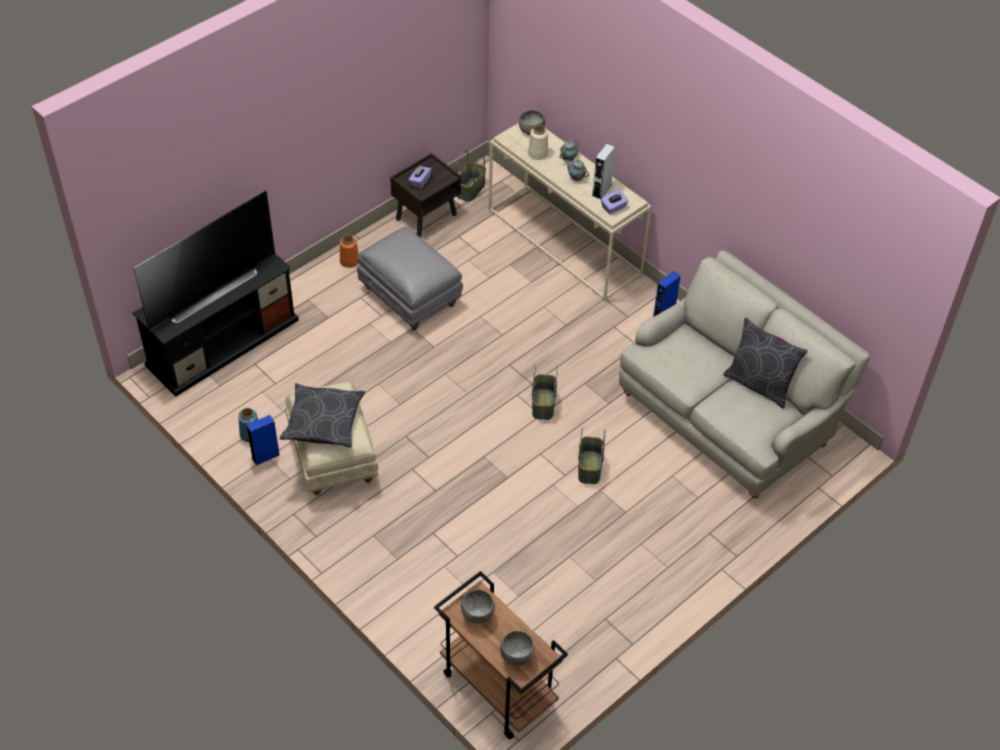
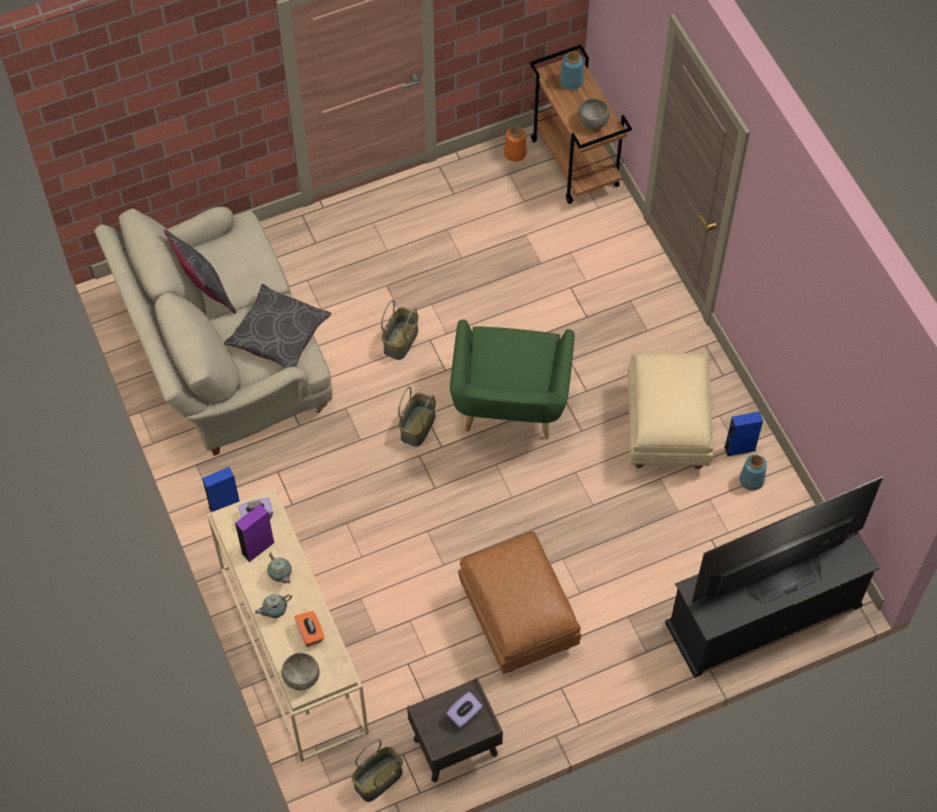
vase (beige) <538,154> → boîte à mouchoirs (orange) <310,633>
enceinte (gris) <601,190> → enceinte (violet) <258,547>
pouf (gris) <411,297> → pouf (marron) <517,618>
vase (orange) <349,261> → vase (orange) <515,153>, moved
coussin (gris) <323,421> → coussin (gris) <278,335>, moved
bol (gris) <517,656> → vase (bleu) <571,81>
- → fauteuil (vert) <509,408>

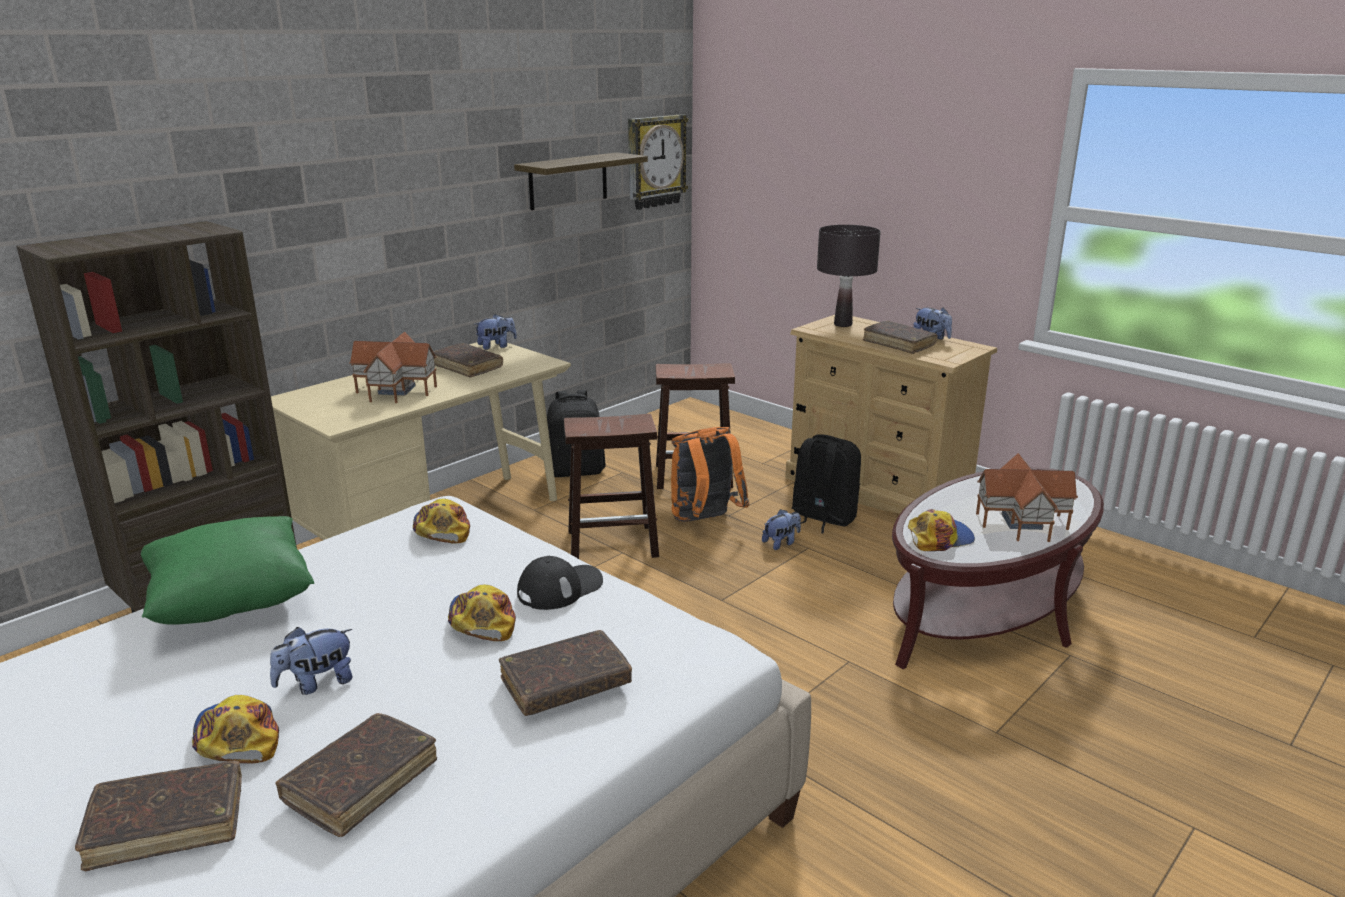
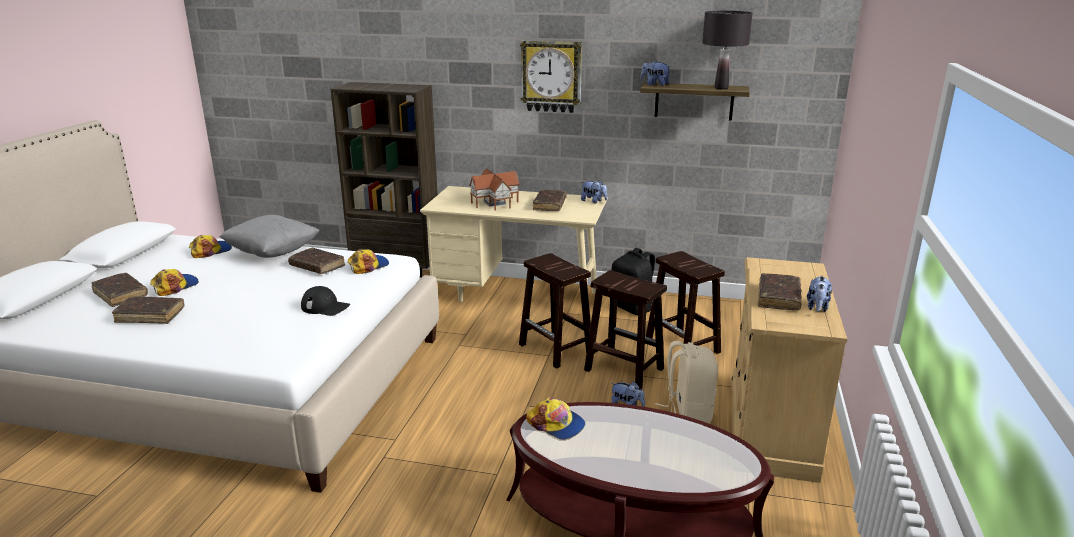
horloge murale <655,161> → horloge murale <551,76>, moved
lampe de table (noir) <843,324> → lampe de table (noir) <721,88>, moved
sac à dos (orange) <704,520> → tabouret (marron) <622,369>
sac à dos (noir) <822,518> → sac à dos (beige) <687,413>
maison miniature <1022,521> → -
coussin (vert) <232,603> → coussin (gris) <272,253>
casquette <482,620> → casquette <210,251>, moved
peluche <316,683> → peluche <654,84>, moved
livre (marron) <565,683> → livre (marron) <317,266>, moved

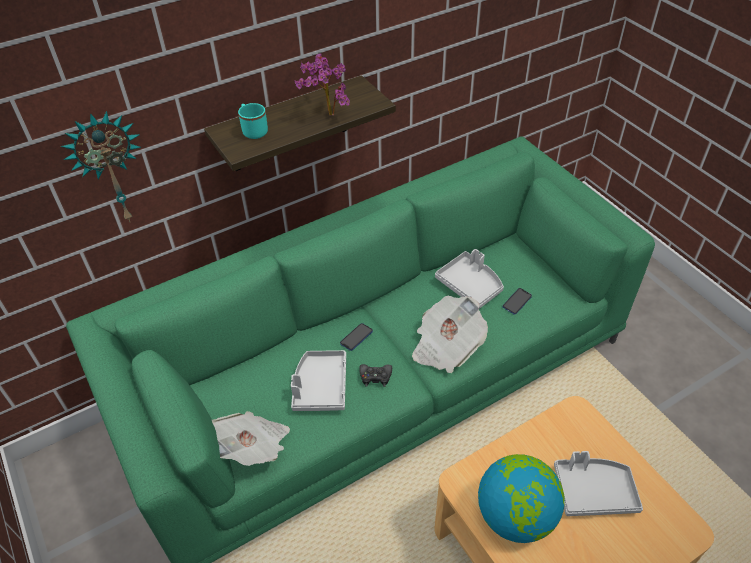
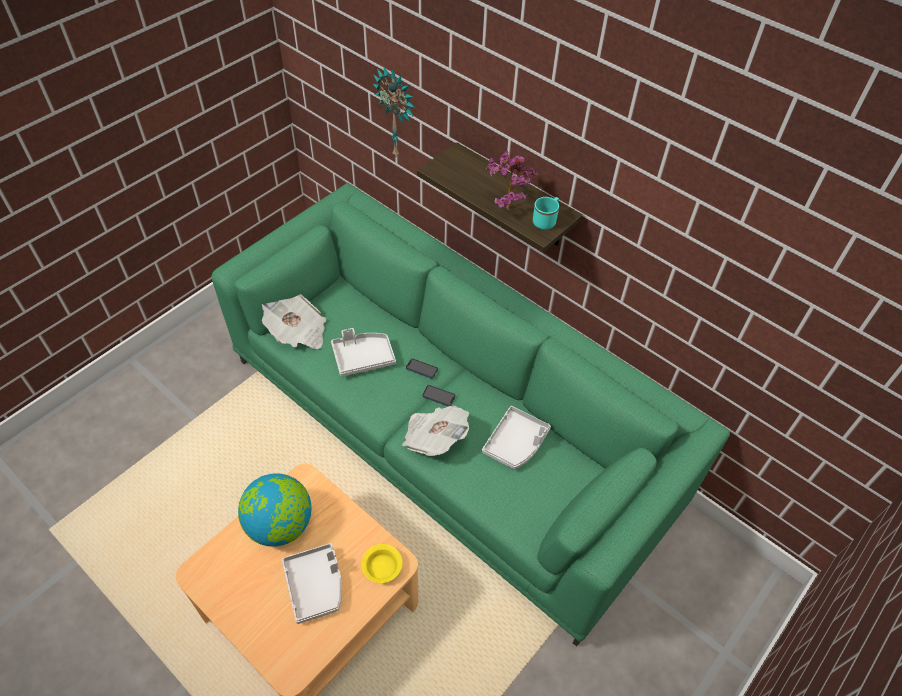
mug (turquoise) <253,130> → mug (turquoise) <546,221>, moved
téléphone <517,302> → téléphone <439,396>, moved
manette (noir) <375,377> → -
- → bol (jaune) <383,568>

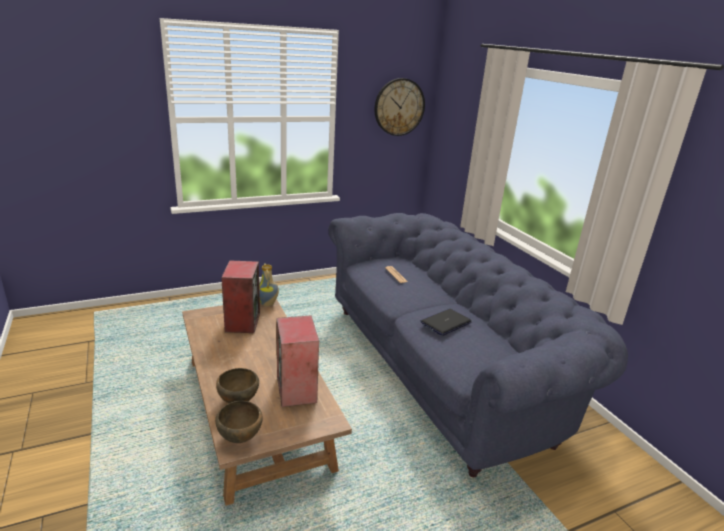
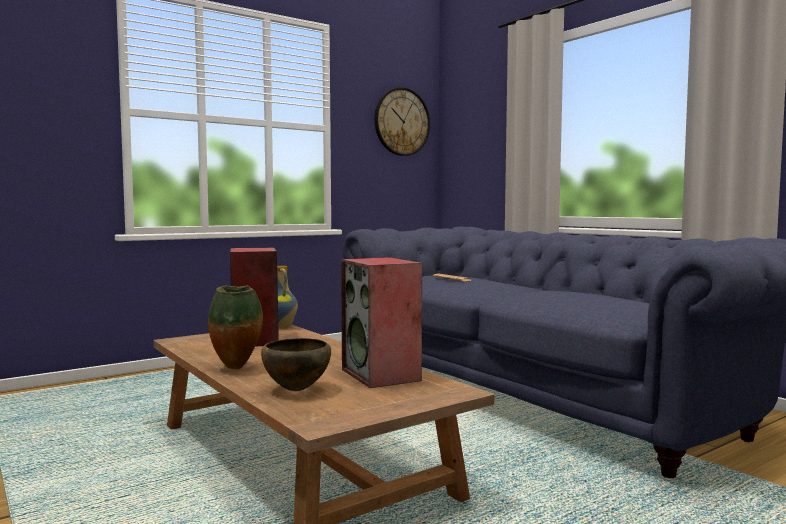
ordinateur portable <446,323> → -
bol (marron) <240,438> → -
- → vase <237,368>

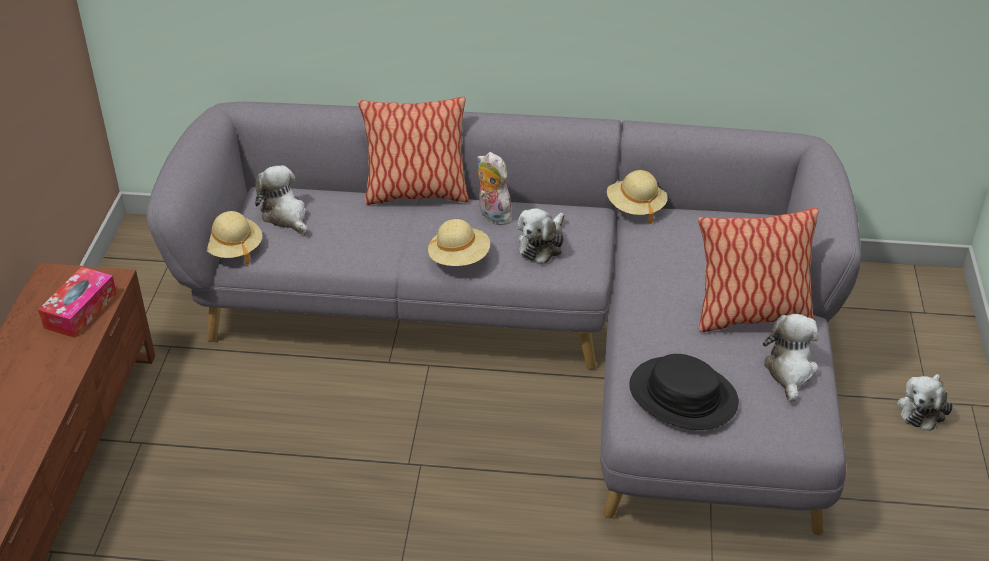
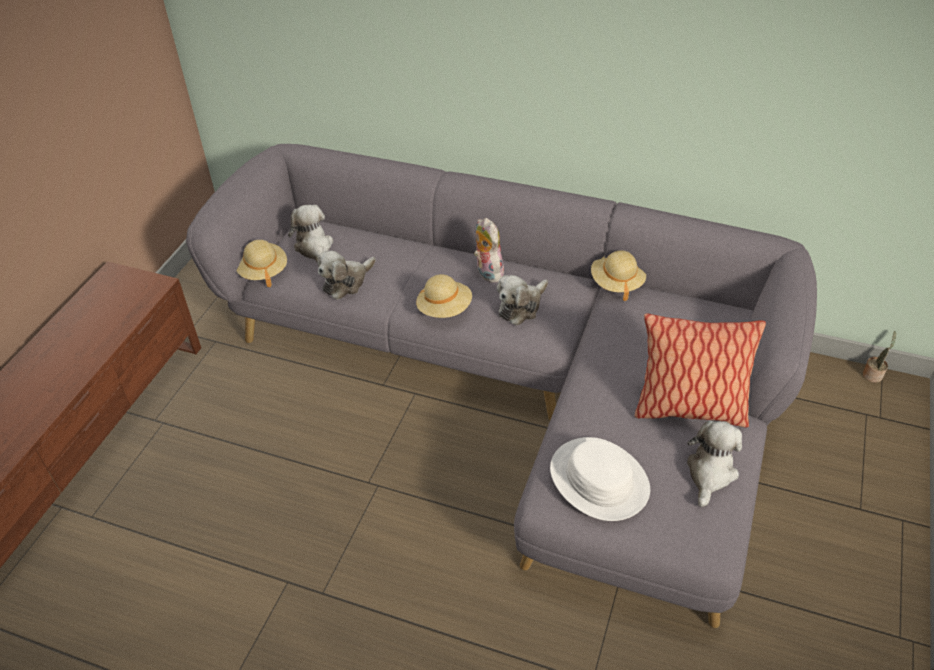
coussin <416,194> → -
boîte à mouchoirs <80,310> → -
chapeau (noir) <683,395> → chapeau (blanc) <598,480>
peluche <922,409> → peluche <346,282>, moved
- → plante en pot <873,374>

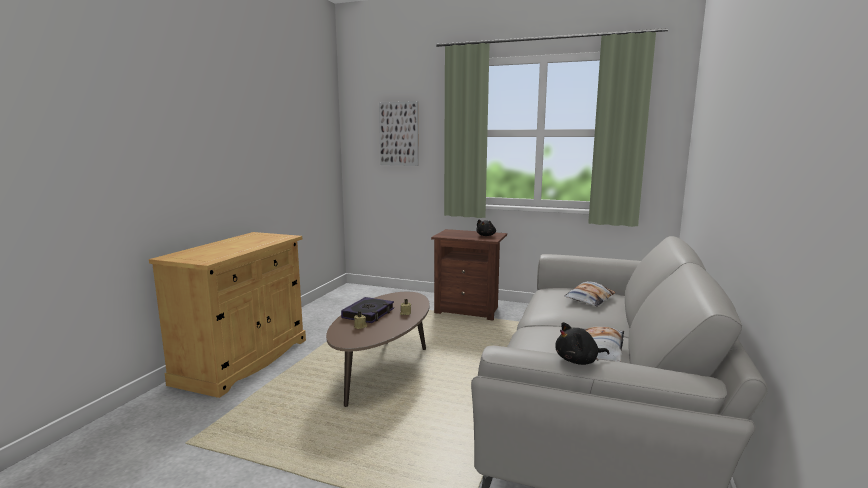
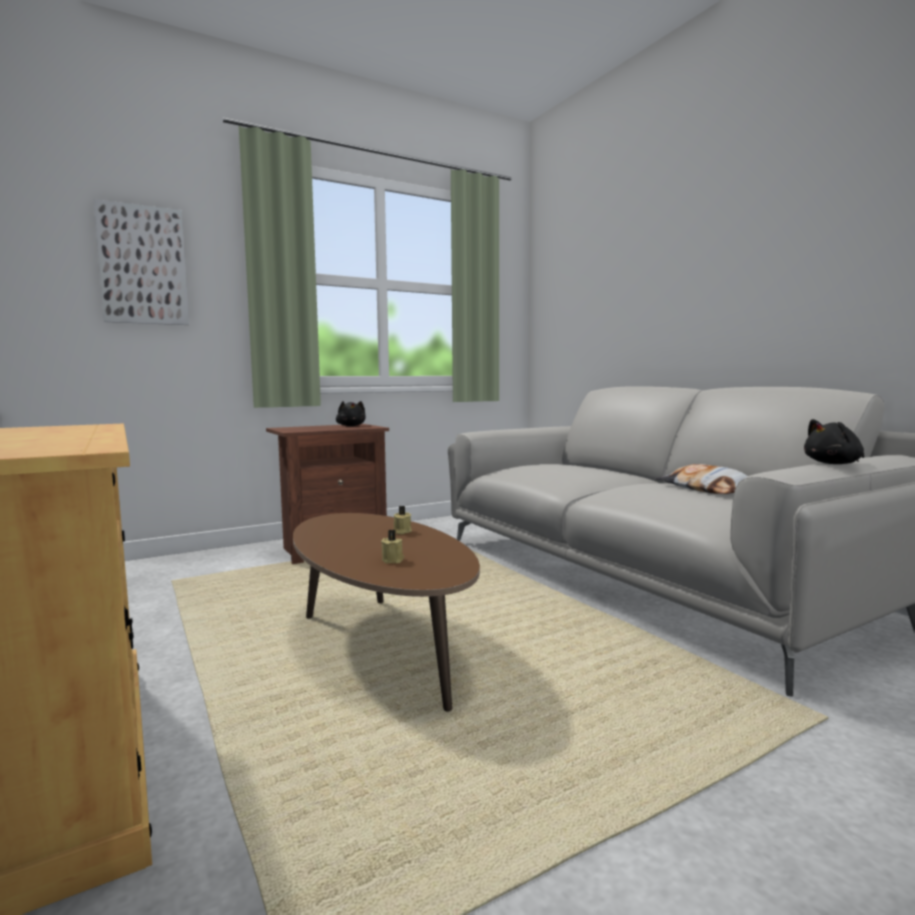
coussin <589,299> → -
livre <368,313> → -
peluche (noir) <579,361> → peluche (noir) <834,464>, 45 degrees clockwise

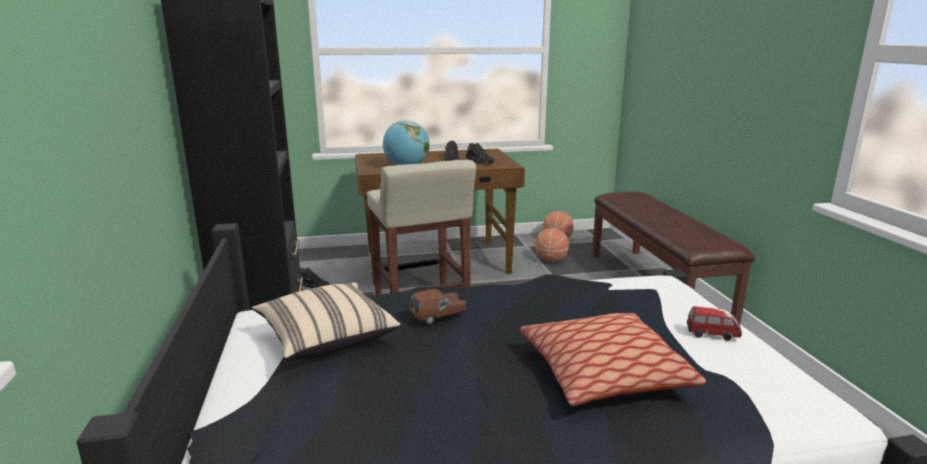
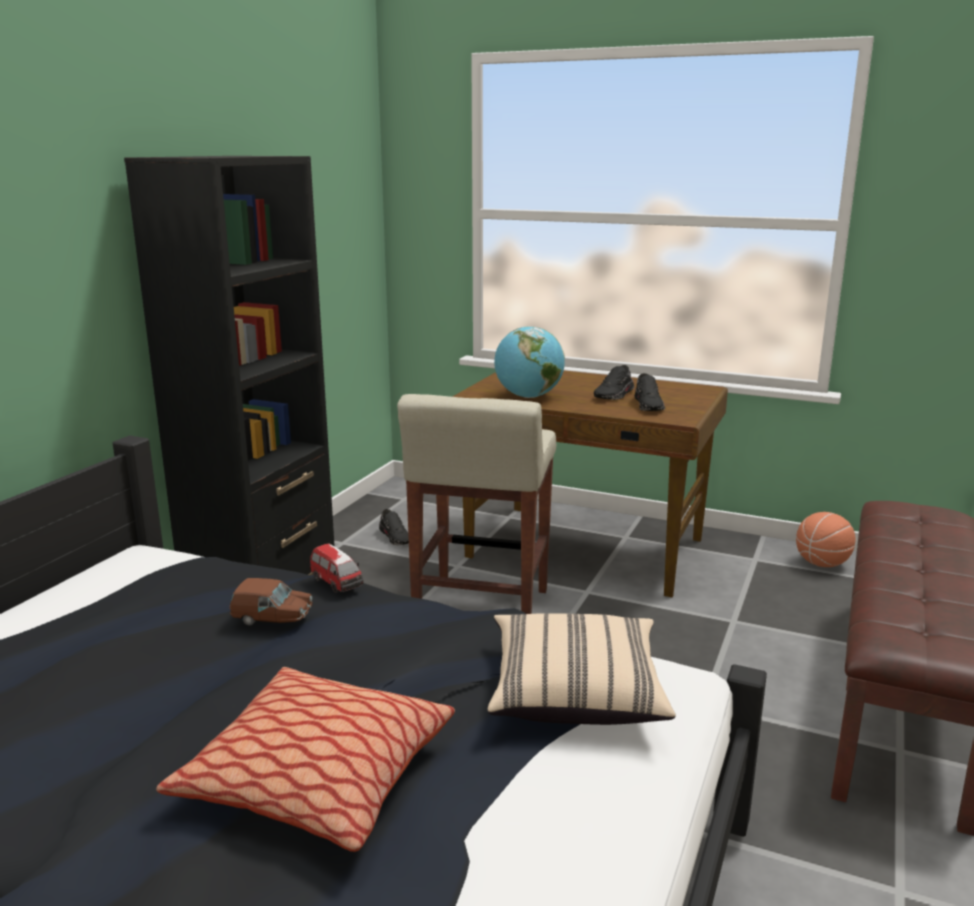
ballon de basket <551,260> → -
coussin (beige) <326,337> → coussin (beige) <575,693>, moved
petite voiture <712,334> → petite voiture <337,583>, moved

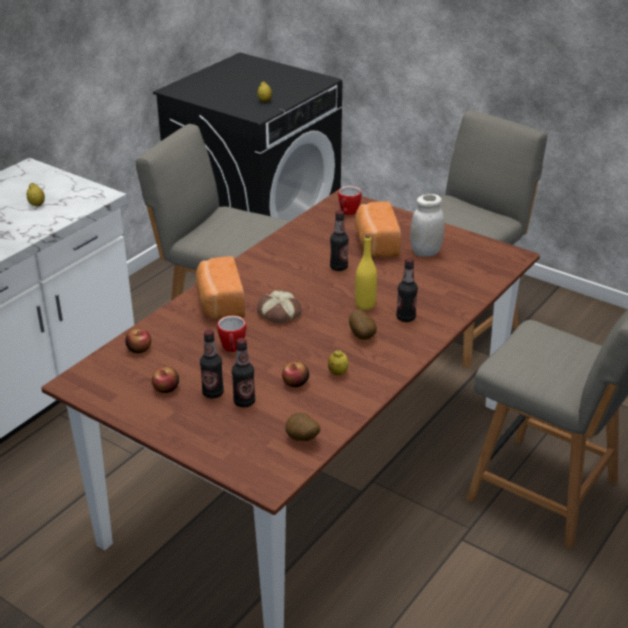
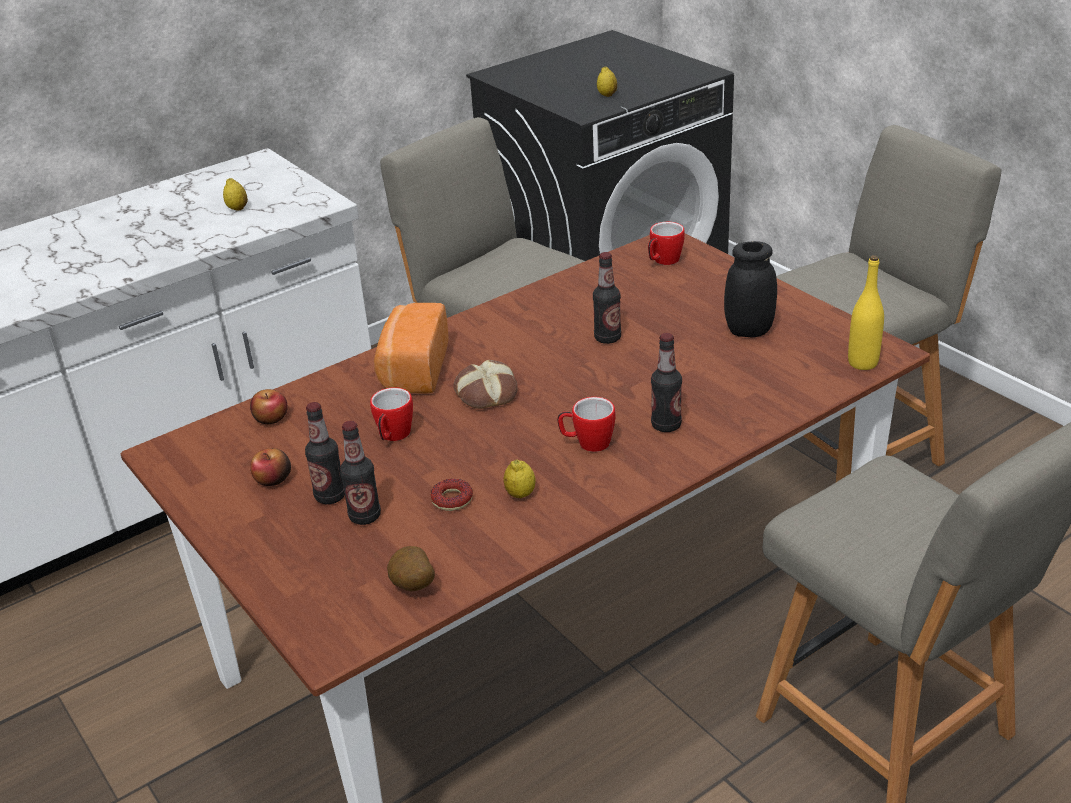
bocal (blanc) <425,252> → bocal (noir) <749,331>
pain <375,244> → -
bouteille (jaune) <365,305> → bouteille (jaune) <862,363>, moved
pomme de terre <362,335> → mug <587,443>
pomme <295,382> → beignet <452,499>

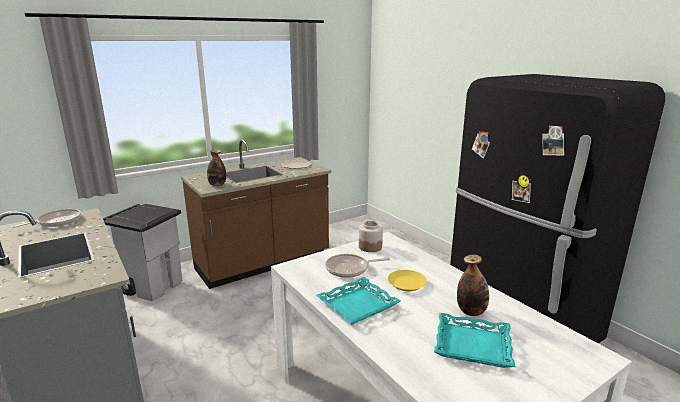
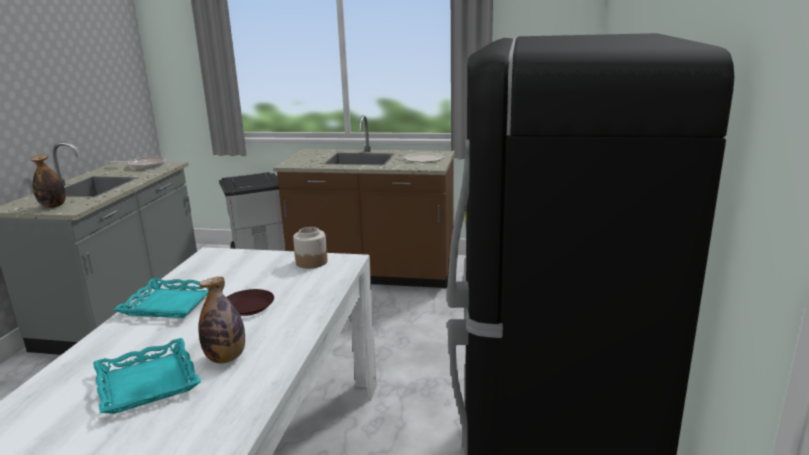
bouteille <217,185> → bouteille <53,206>, moved
poêle <350,269> → -
assiette (jaune) <406,284> → assiette (marron) <248,307>

